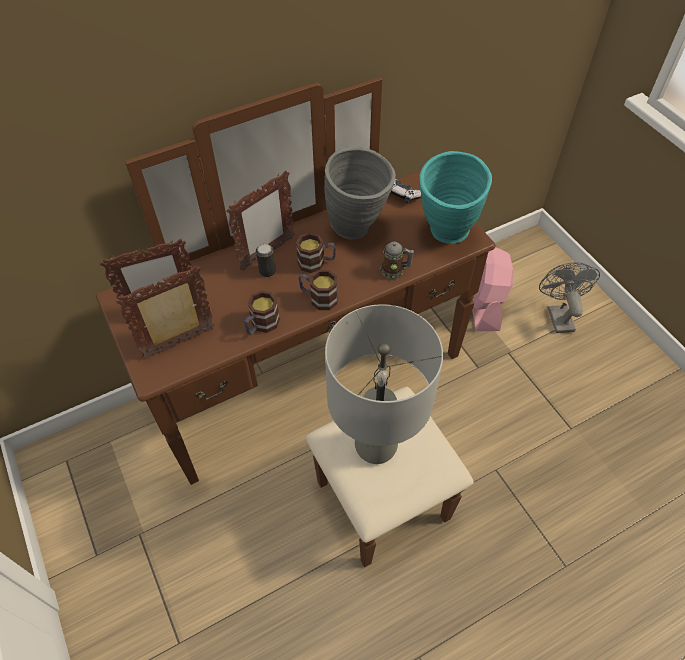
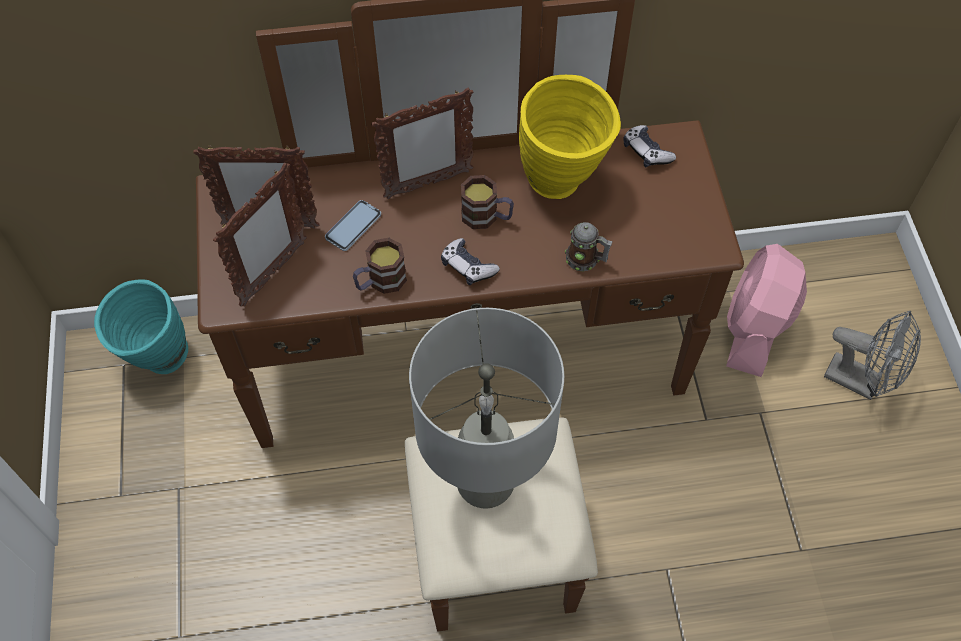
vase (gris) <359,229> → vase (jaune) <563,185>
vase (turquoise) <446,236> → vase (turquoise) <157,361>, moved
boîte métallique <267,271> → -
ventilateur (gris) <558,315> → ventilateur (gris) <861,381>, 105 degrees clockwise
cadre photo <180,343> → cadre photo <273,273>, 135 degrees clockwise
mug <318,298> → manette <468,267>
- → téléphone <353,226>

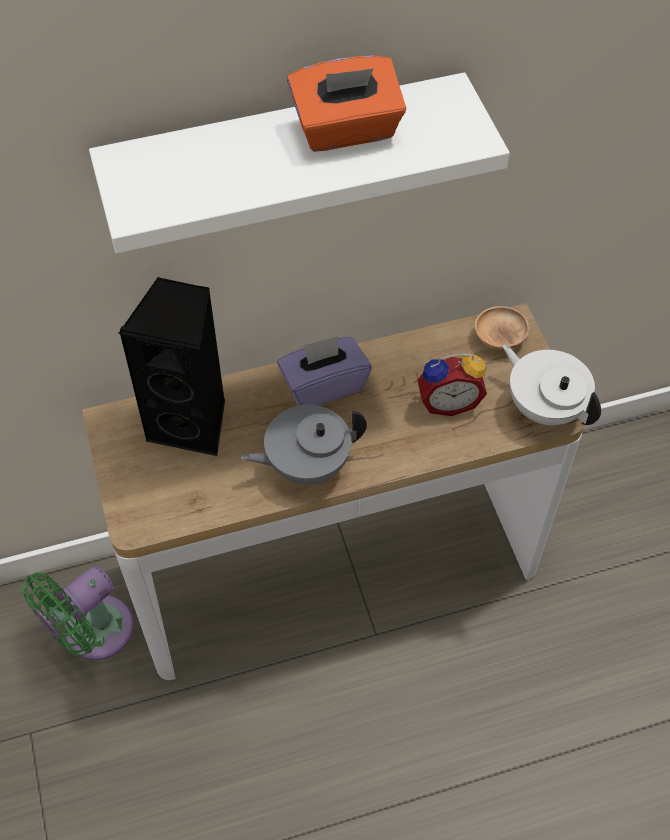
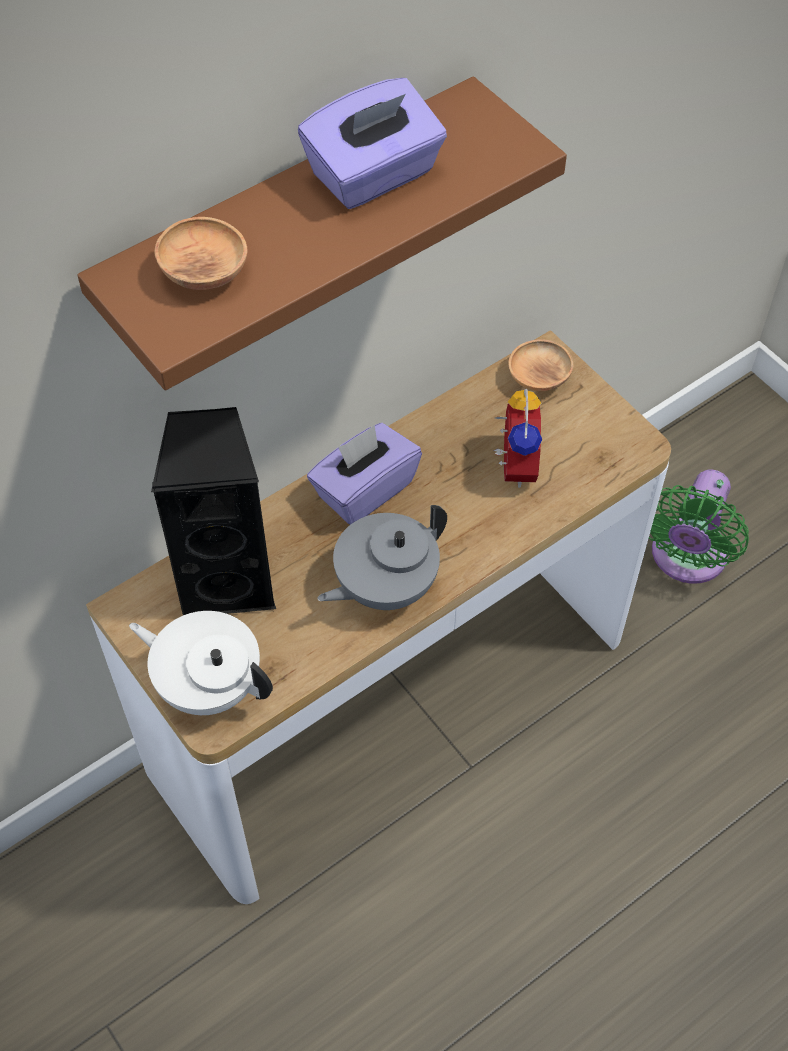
boîte à mouchoirs (orange) <346,130> → boîte à mouchoirs (violet) <374,175>
étagère (blanc) <284,157> → étagère (marron) <290,226>
théière (blanc) <544,407> → théière (blanc) <209,684>, moved
réveil <448,401> → réveil <513,466>, 60 degrees counterclockwise
ventilateur (vert) <92,633> → ventilateur (vert) <686,558>, moved
- → bol (marron) <204,272>

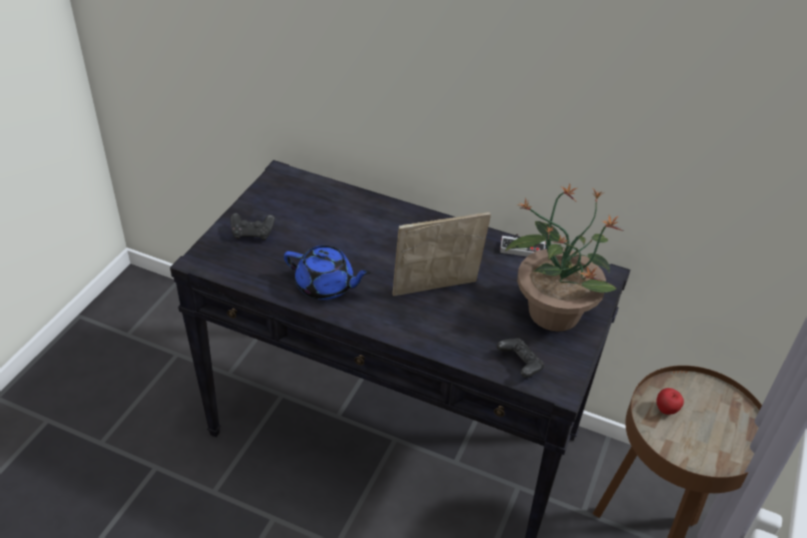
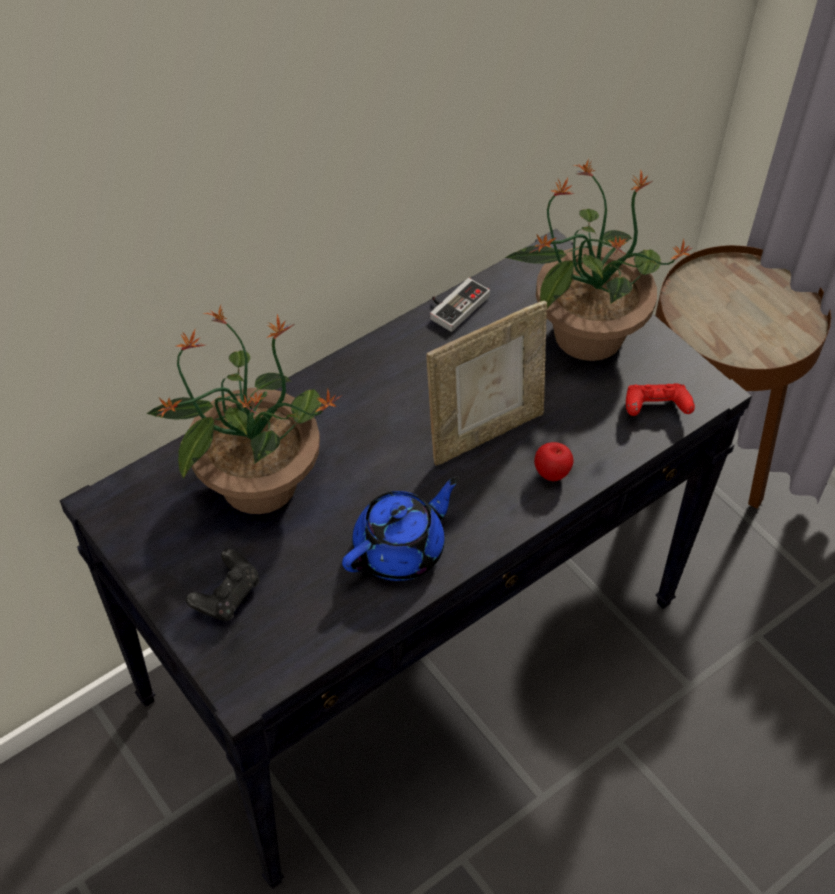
cadre photo <436,292> → cadre photo <484,431>, 135 degrees counterclockwise
manette (noir) <520,364> → manette (rouge) <655,409>
pomme <666,410> → pomme <552,474>, moved
- → plante en pot <256,482>

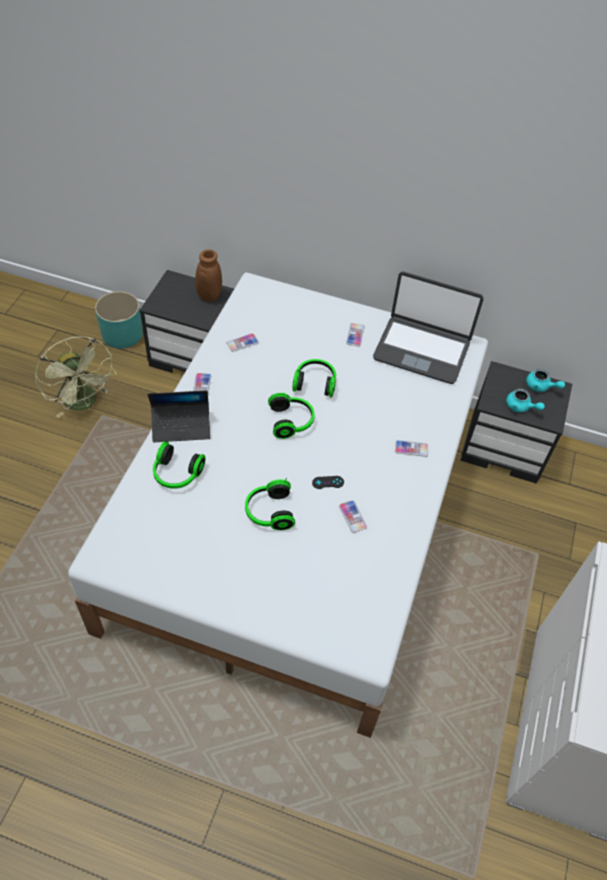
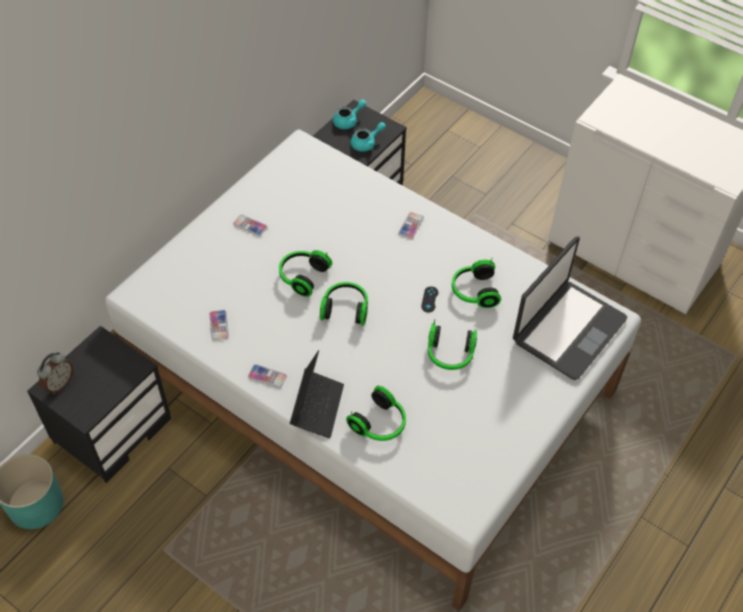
vase (marron) <207,296> → -
ordinateur portable <422,350> → ordinateur portable <568,329>, moved
ventilateur (vert) <84,403> → -
téléphone <352,517> → casque audio <473,291>
- → réveil <59,384>

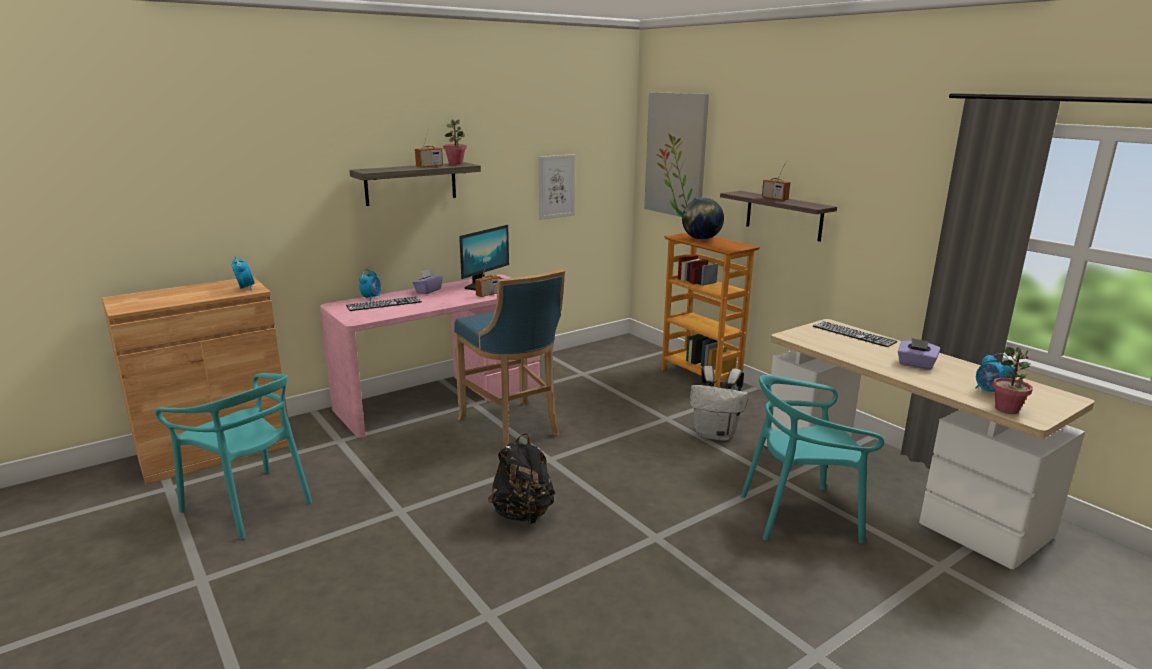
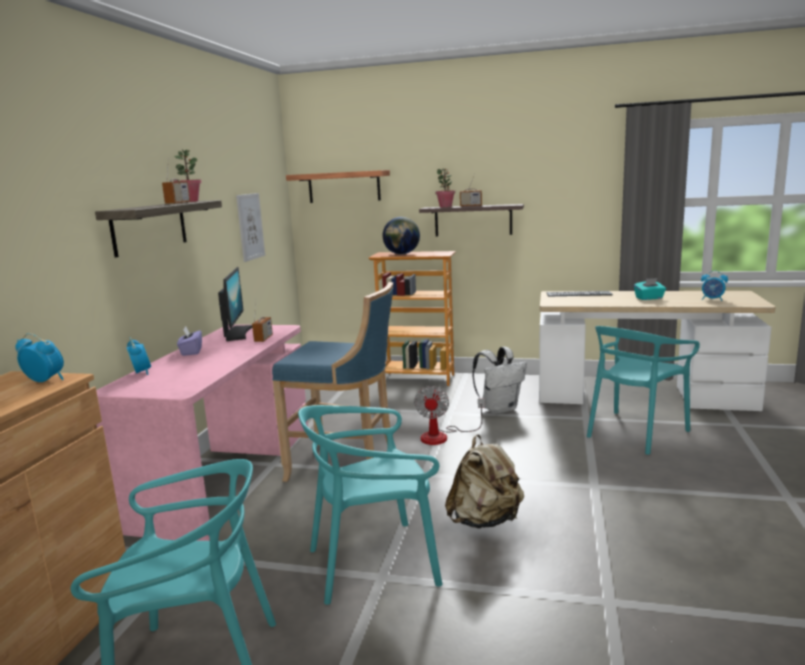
tableau <676,155> → étagère <344,187>
clavier <384,304> → -
boîte à mouchoirs (violet) <916,364> → boîte à mouchoirs (turquoise) <649,298>
plante en pot <1007,409> → plante en pot <445,207>, moved
sac à dos (noir) <523,514> → sac à dos (beige) <485,520>
- → ventilateur <442,436>
- → chaise (turquoise) <374,563>

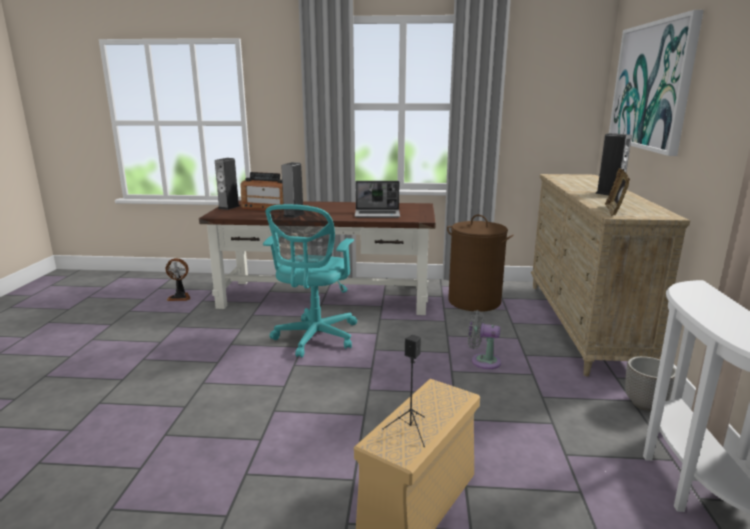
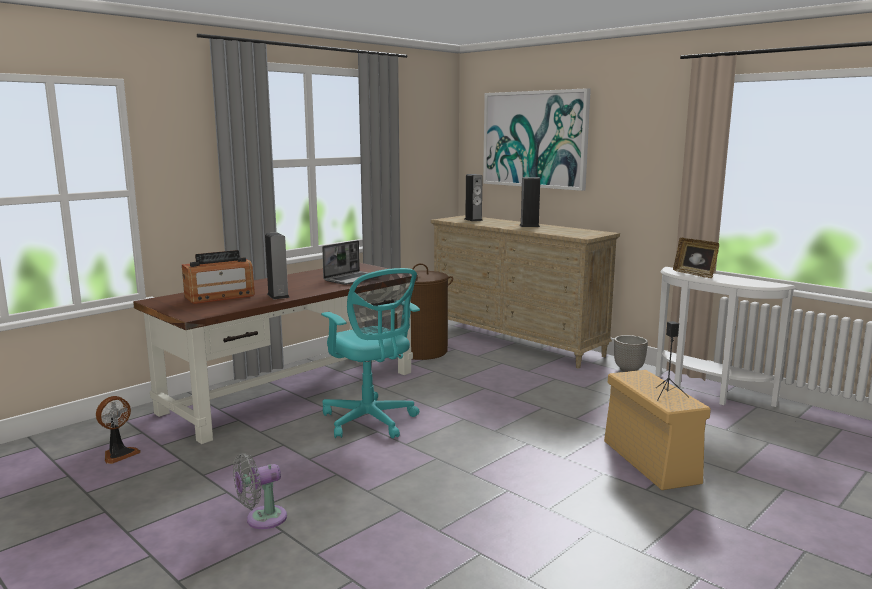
enceinte <229,207> → enceinte <473,220>, moved
cadre photo <614,211> → cadre photo <694,274>, moved
ventilateur (gris) <482,361> → ventilateur (gris) <262,519>, moved

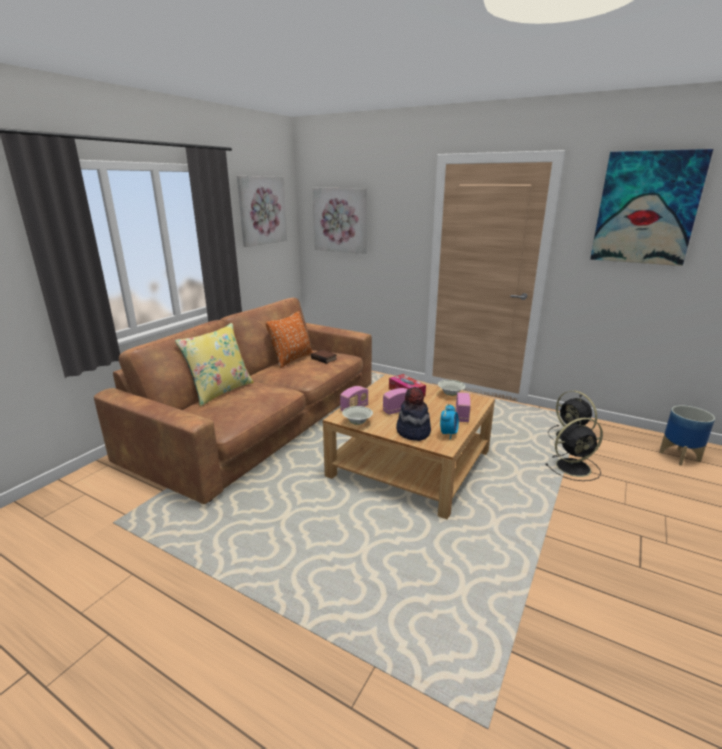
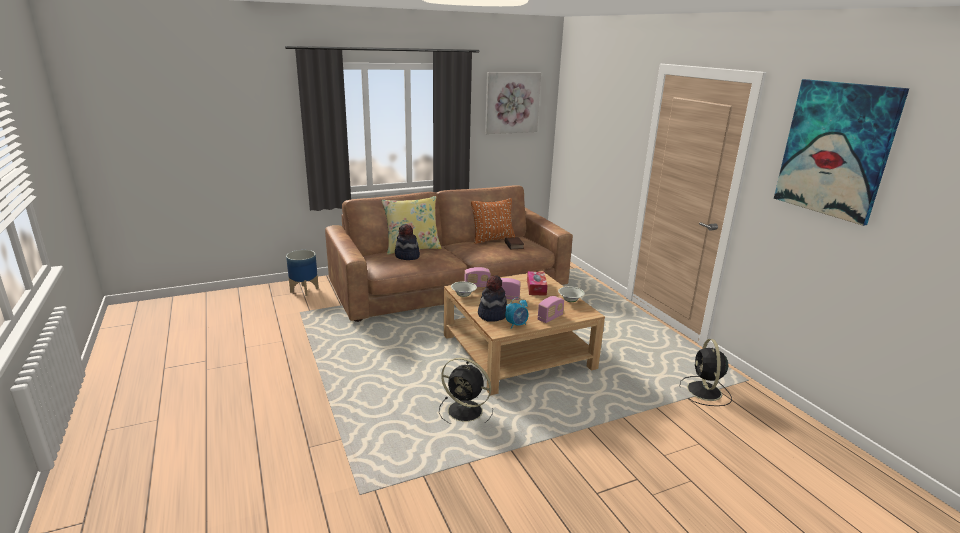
tableau <340,220> → -
cache-pot <678,456> → cache-pot <304,290>, moved
ventilateur (noir) <574,467> → ventilateur (noir) <466,411>, moved
- → chapeau <407,256>

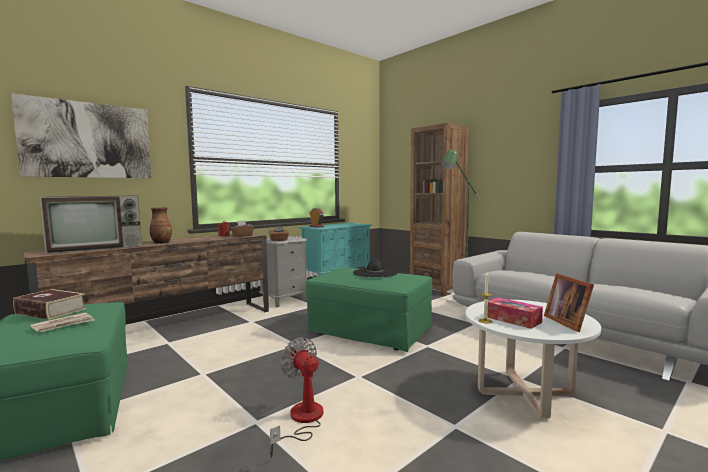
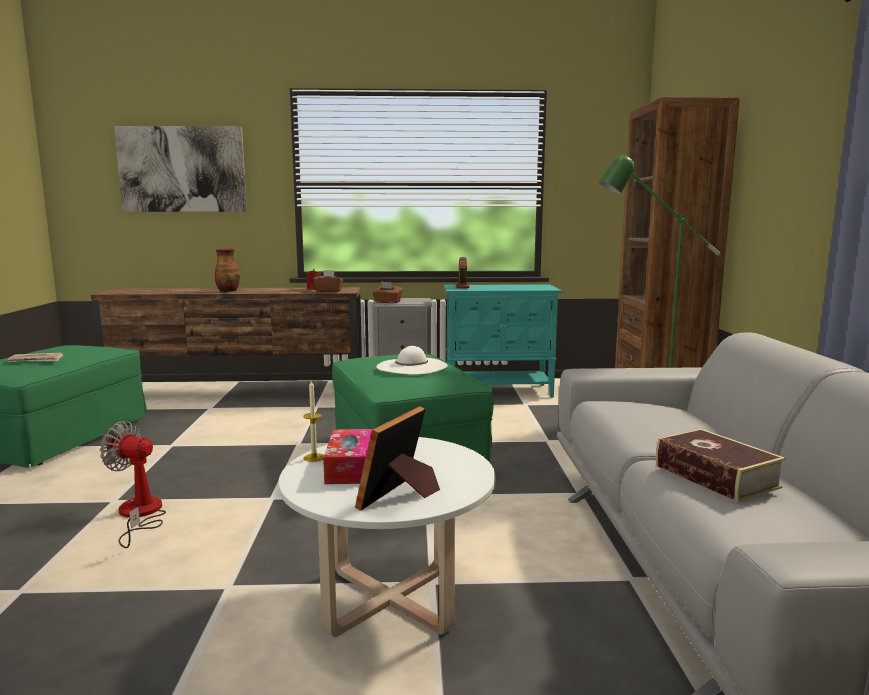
téléviseur <97,248> → -
chapeau (noir) <375,272> → chapeau (blanc) <411,366>
livre <50,311> → livre <716,476>, moved
ventilateur <302,420> → ventilateur <139,515>, 75 degrees counterclockwise

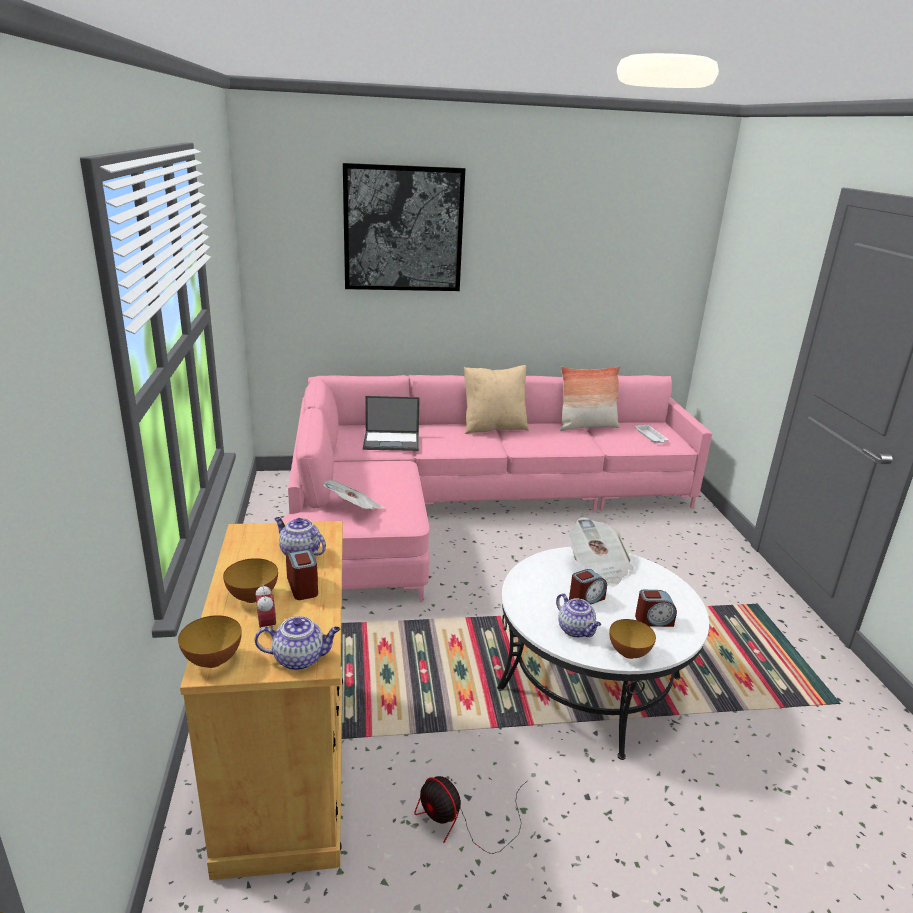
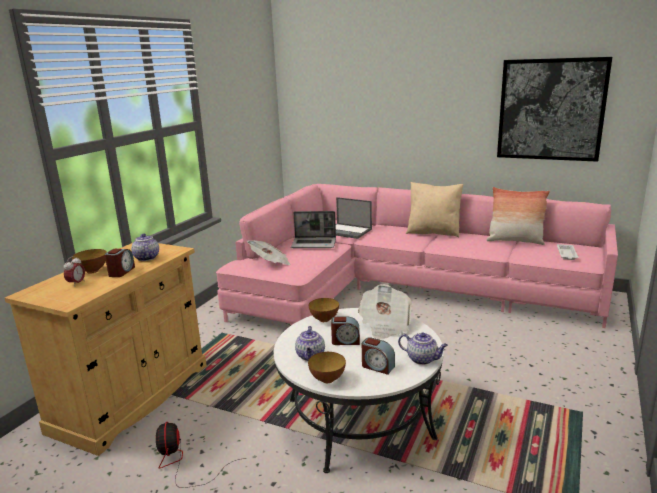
tableau <403,229> → tableau <551,110>, moved
bol <213,660> → bol <324,319>, moved
théière <300,658> → théière <422,359>, moved
- → ordinateur portable <314,244>

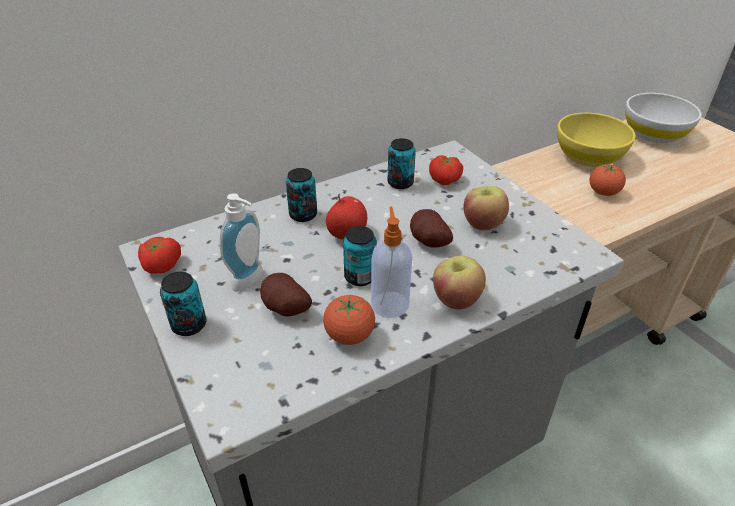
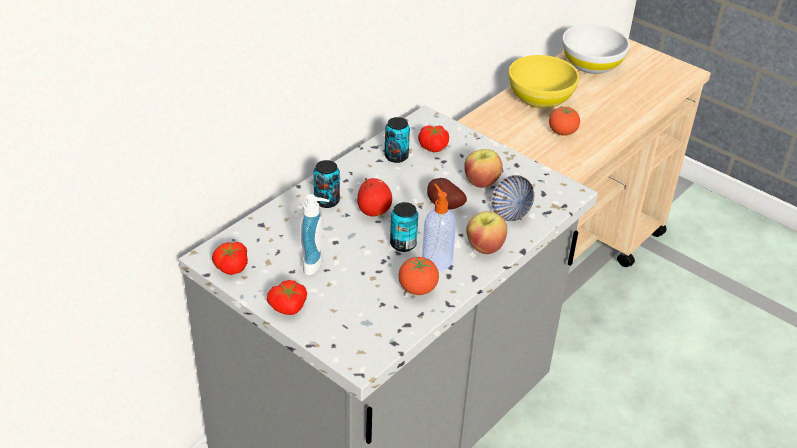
boîte métallique <189,325> → tomate <288,307>
pomme de terre <284,310> → -
- → bol <511,212>

